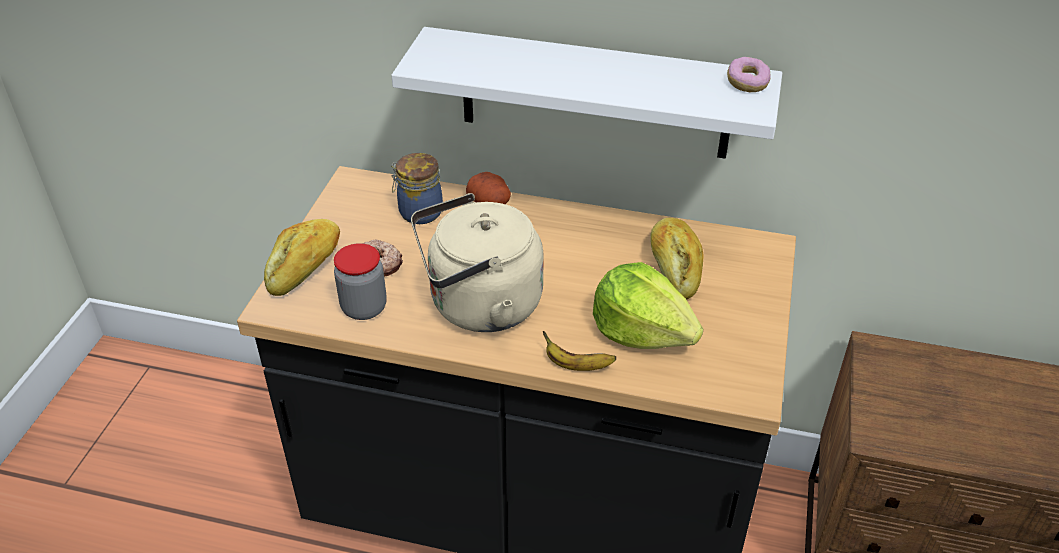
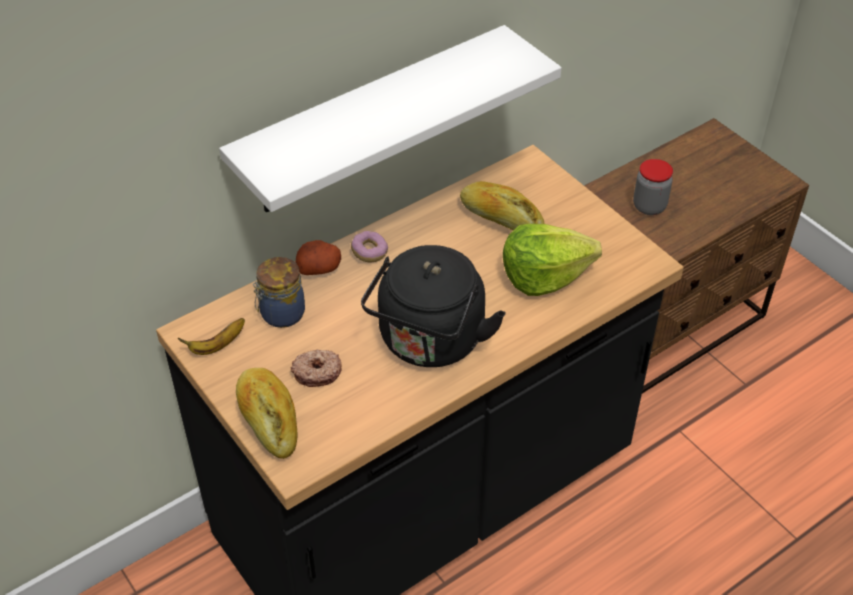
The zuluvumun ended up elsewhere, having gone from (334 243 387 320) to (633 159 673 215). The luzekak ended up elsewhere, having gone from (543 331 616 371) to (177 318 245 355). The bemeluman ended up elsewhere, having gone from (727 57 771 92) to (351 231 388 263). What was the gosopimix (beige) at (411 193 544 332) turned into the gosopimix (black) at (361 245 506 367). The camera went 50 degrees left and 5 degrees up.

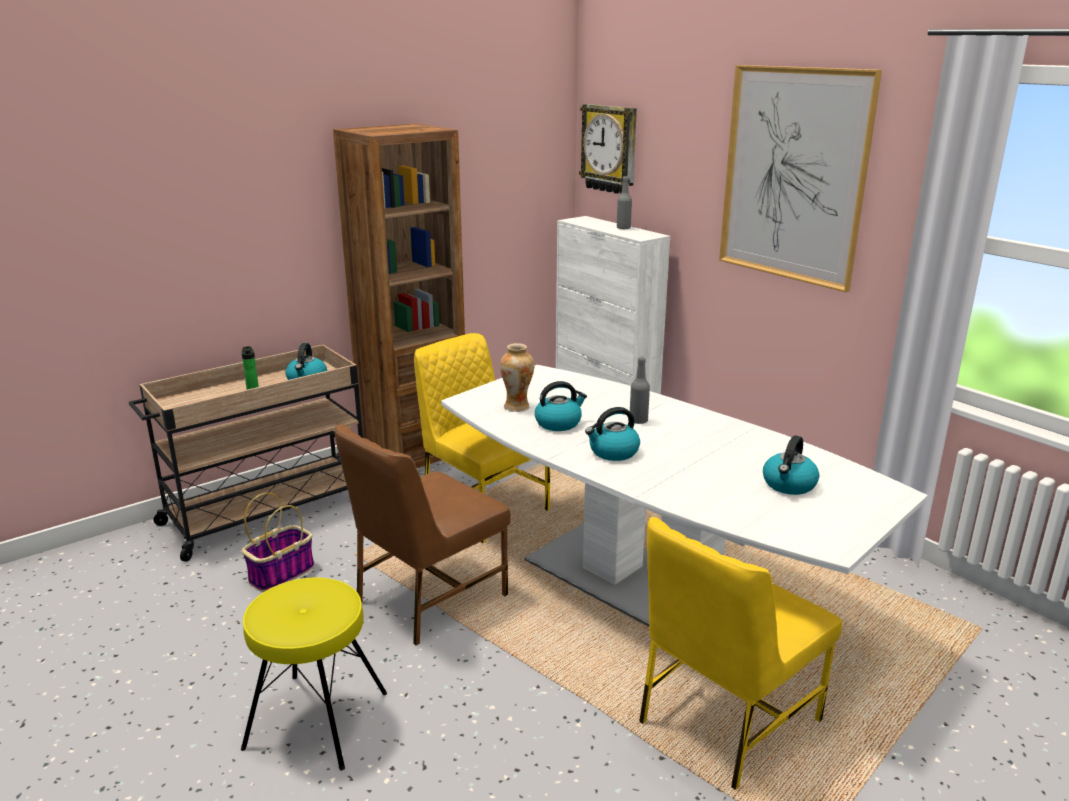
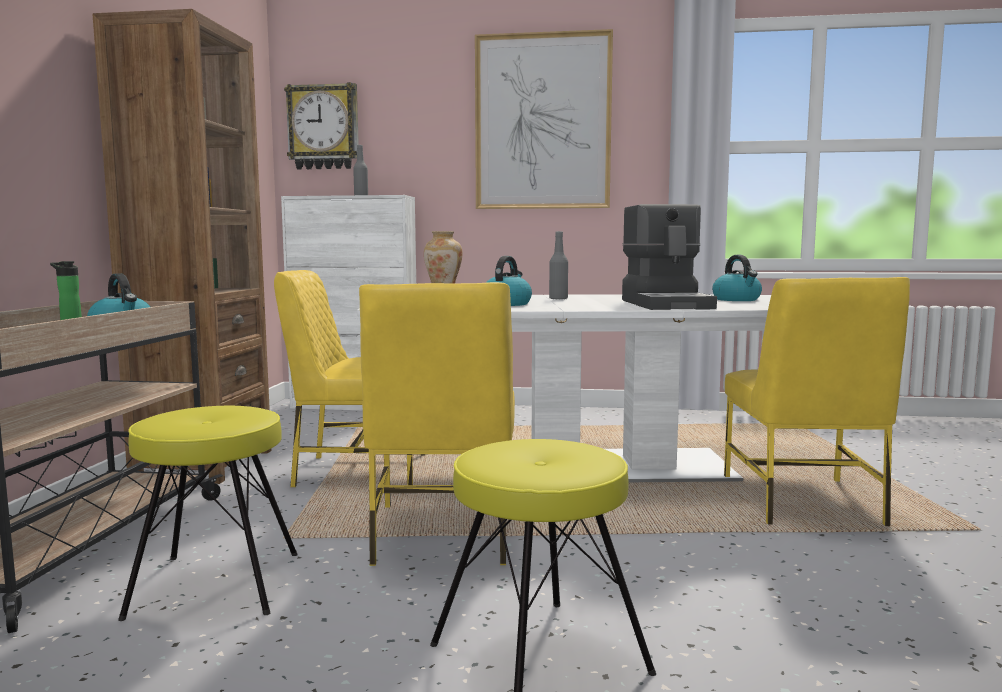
The second view lost the gosopimix at (585 407 640 461). The second view gained the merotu at (622 204 717 310). Where the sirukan stood at (242 493 314 592), the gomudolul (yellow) came to stand at (118 406 298 621). What was the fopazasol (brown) at (335 424 511 645) turned into the fopazasol (yellow) at (359 282 515 566). The camera went 45 degrees left and 15 degrees down.

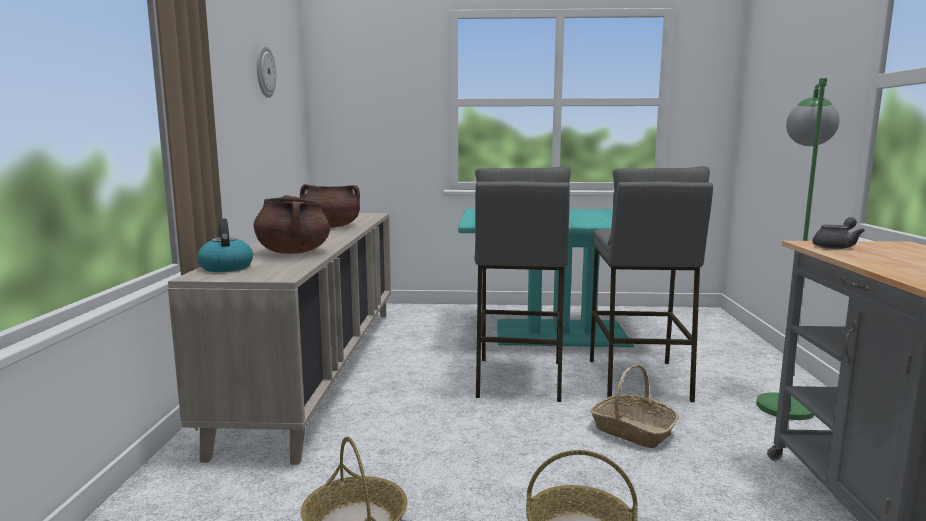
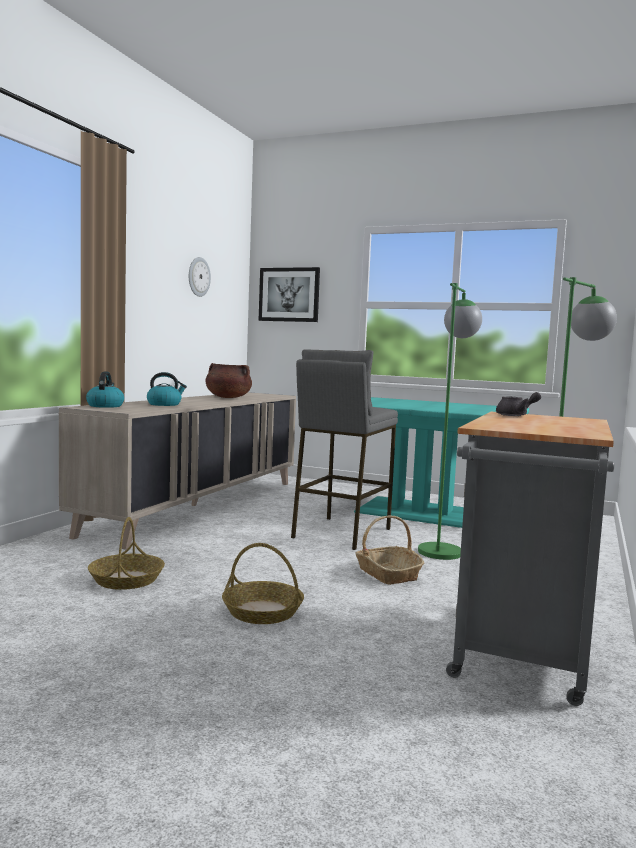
The second view gained the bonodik at (259 267 320 322). Where the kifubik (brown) stood at (253 195 330 254), the gosopimix came to stand at (147 372 187 406). Where the gomudolul (grey) stood at (590 166 713 402), the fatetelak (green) came to stand at (418 283 482 560). The camera went 20 degrees right and 5 degrees down.

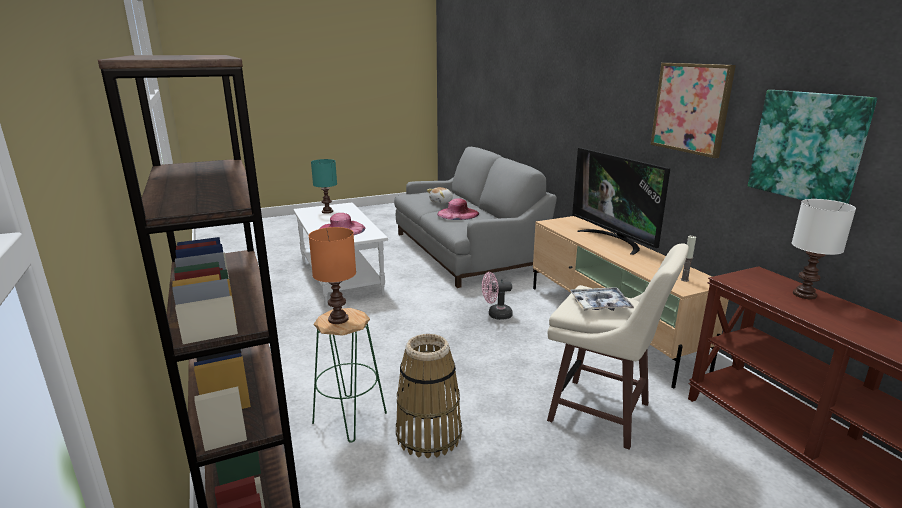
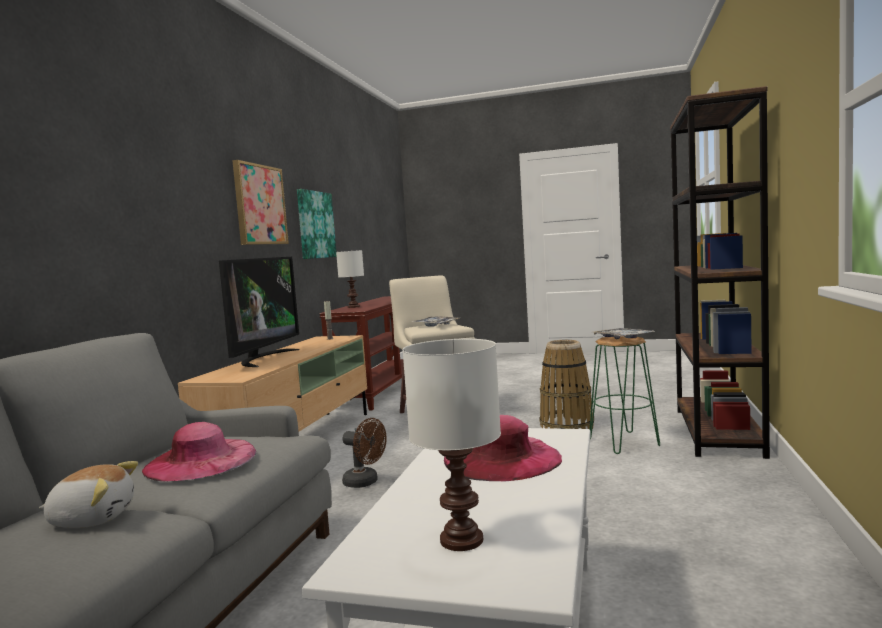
Where the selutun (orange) stood at (309 227 356 324), the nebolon came to stand at (594 328 656 339). What was the selutun (turquoise) at (311 159 337 214) turned into the selutun (white) at (402 339 501 551). What was the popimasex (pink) at (482 272 513 320) turned into the popimasex (brown) at (342 418 387 488). The camera went 140 degrees left and 15 degrees down.

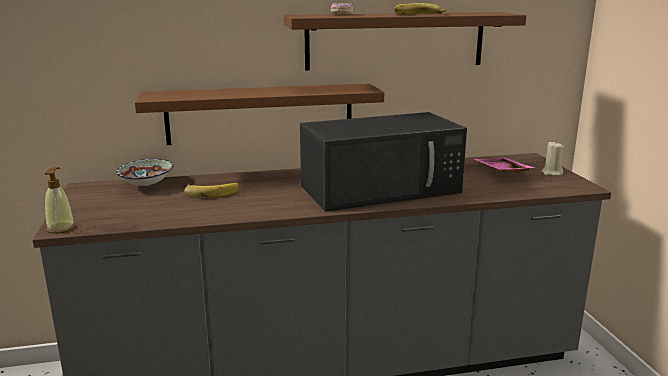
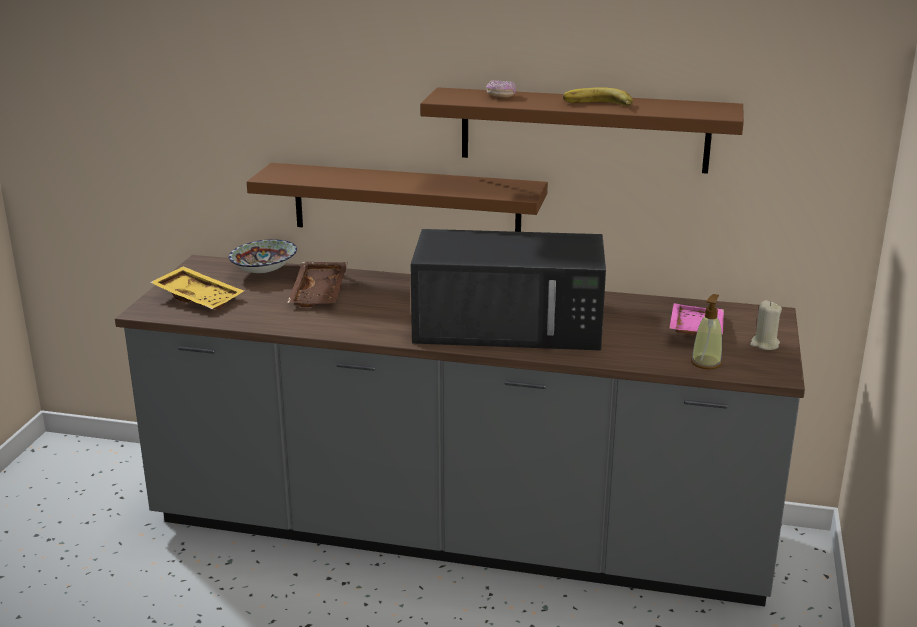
The second view gained the nebolon (yellow) at (150 266 244 310). The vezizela ended up elsewhere, having gone from (45 167 75 234) to (691 294 722 369). Where the luzekak stood at (184 183 239 198), the nebolon (brown) came to stand at (287 262 348 307). The camera went 25 degrees right and 5 degrees up.

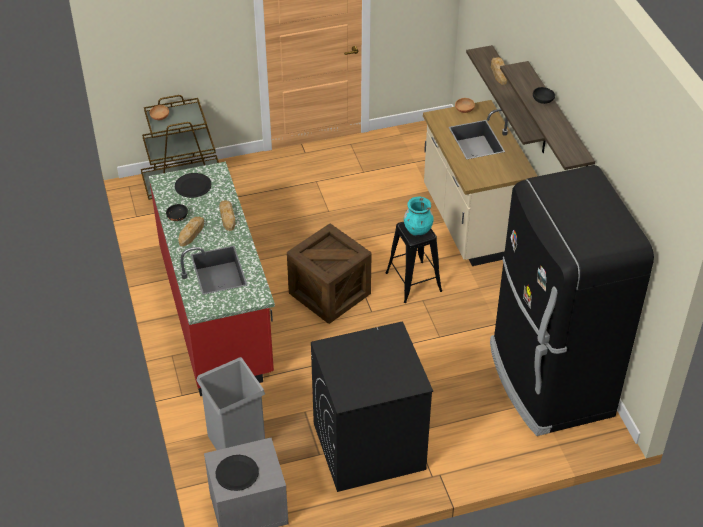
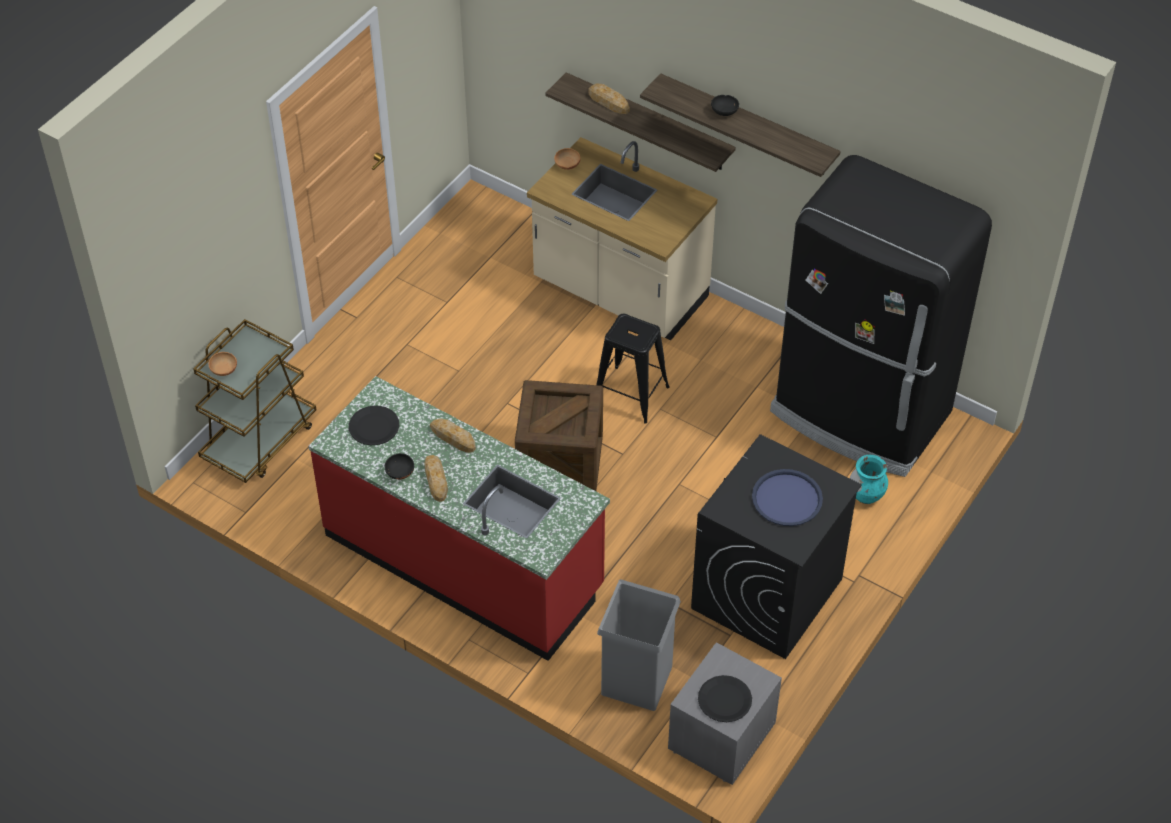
The second view gained the nebolon (blue) at (752 469 823 526). The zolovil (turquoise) ended up elsewhere, having gone from (404 197 434 237) to (850 455 888 504). The camera went 40 degrees left and 5 degrees up.

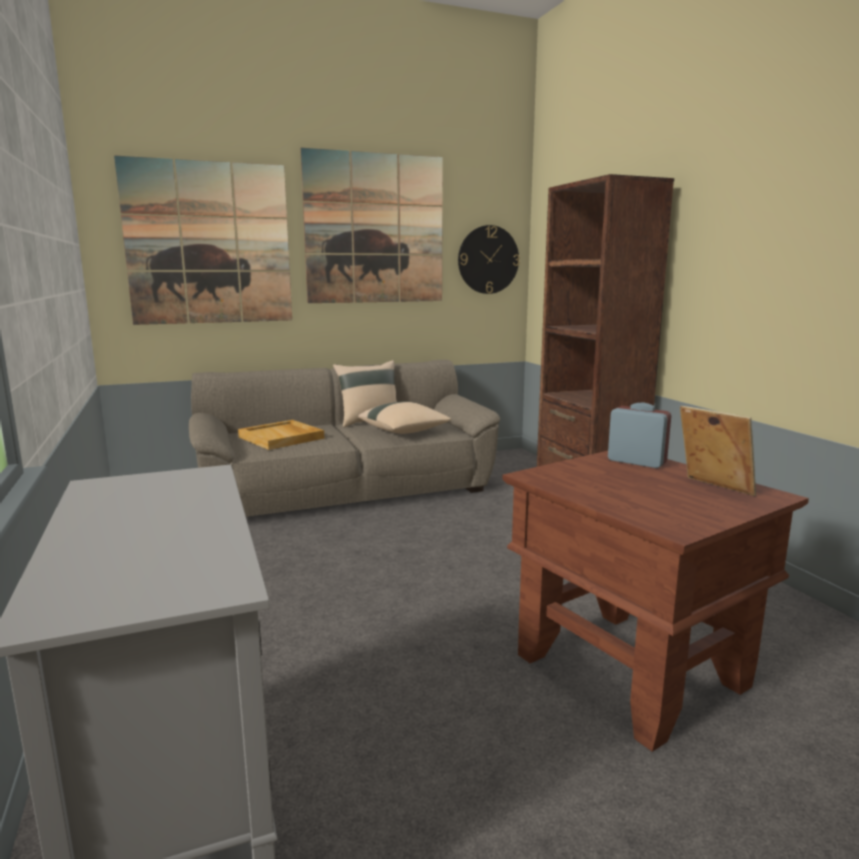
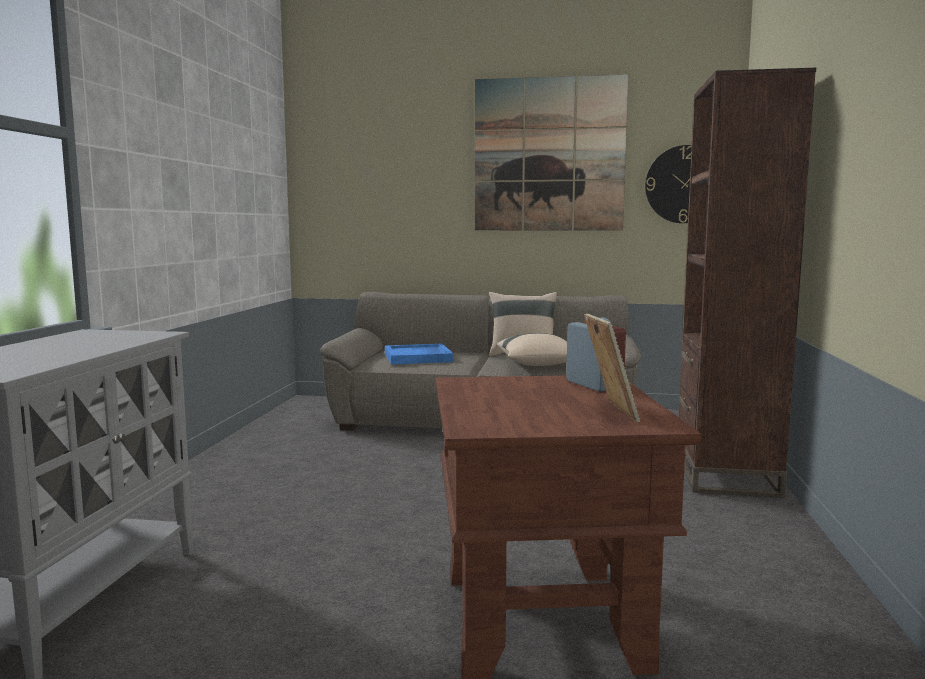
The second view lost the bonodik at (114 155 292 325). What was the nebolon (beige) at (238 420 325 450) turned into the nebolon (blue) at (385 344 454 365). The camera went 30 degrees right and 5 degrees down.

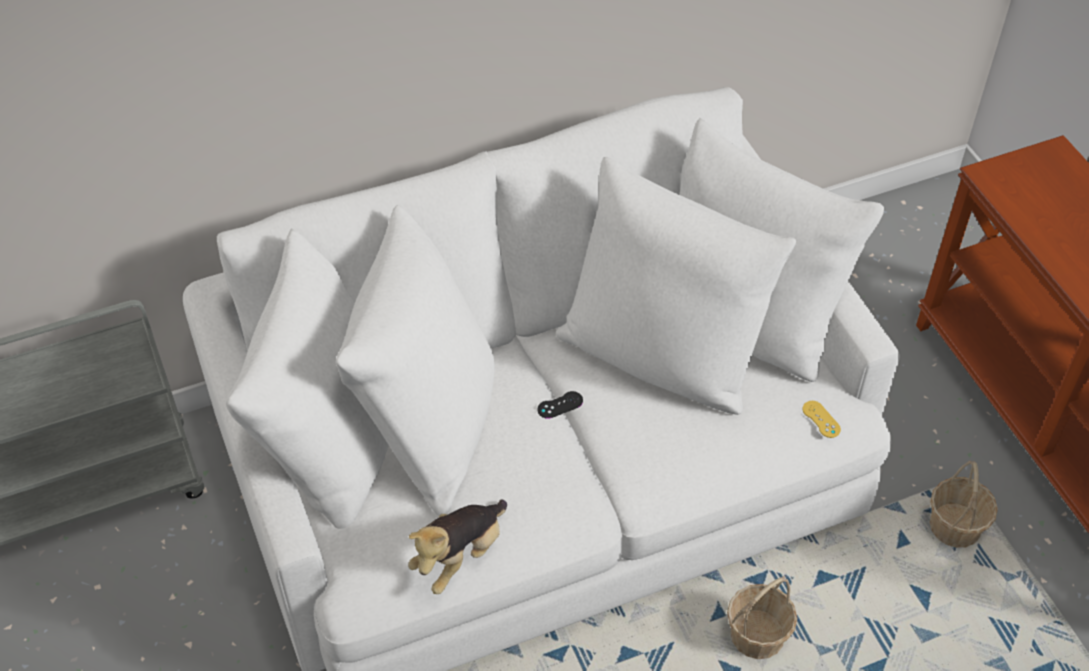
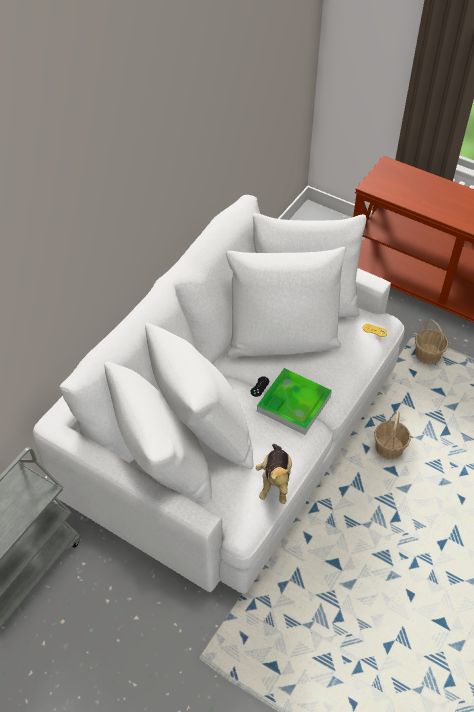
The second view gained the nebolon at (257 368 332 435). The camera went 35 degrees left and 0 degrees up.

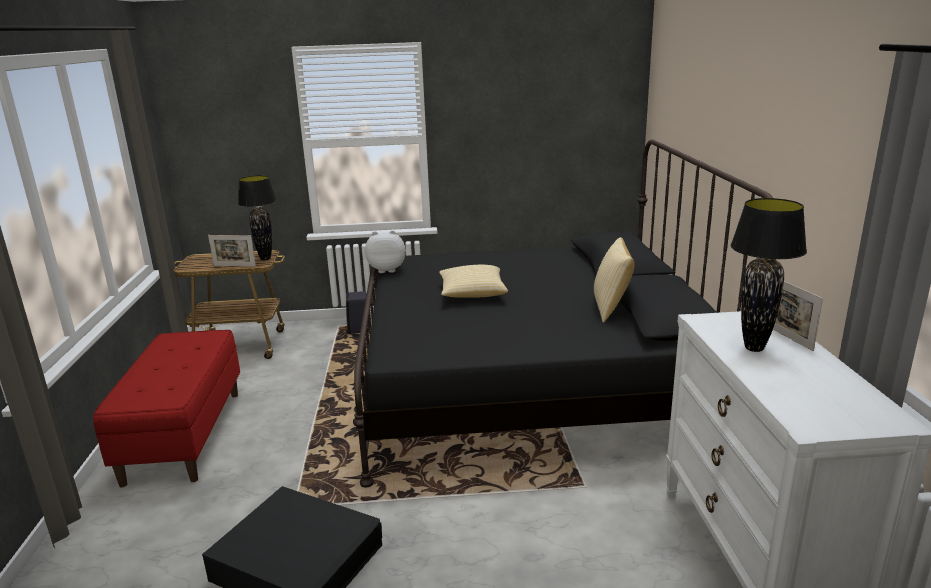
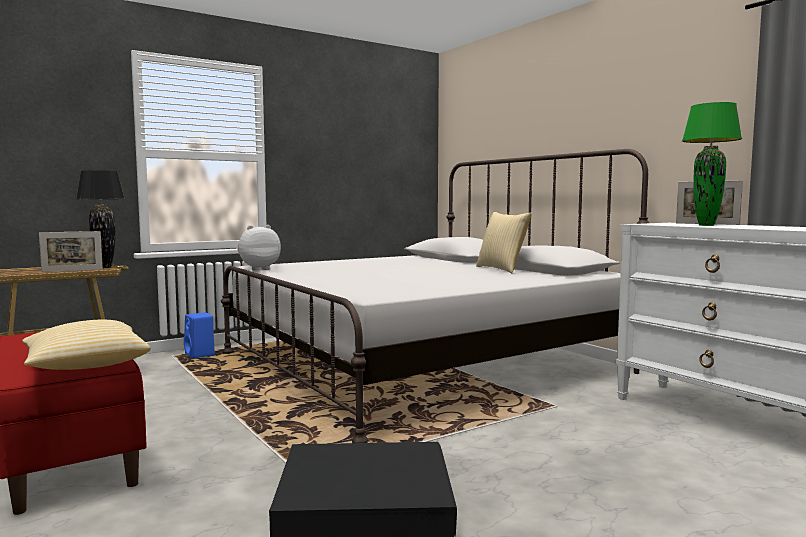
The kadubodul ended up elsewhere, having gone from (439 265 508 298) to (22 320 151 370). What was the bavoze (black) at (346 291 369 334) turned into the bavoze (blue) at (184 312 215 359). What was the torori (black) at (353 139 773 488) turned into the torori (white) at (221 149 649 443). What was the selutun (black) at (731 198 807 352) turned into the selutun (green) at (682 102 742 226). The camera went 30 degrees left and 15 degrees down.

